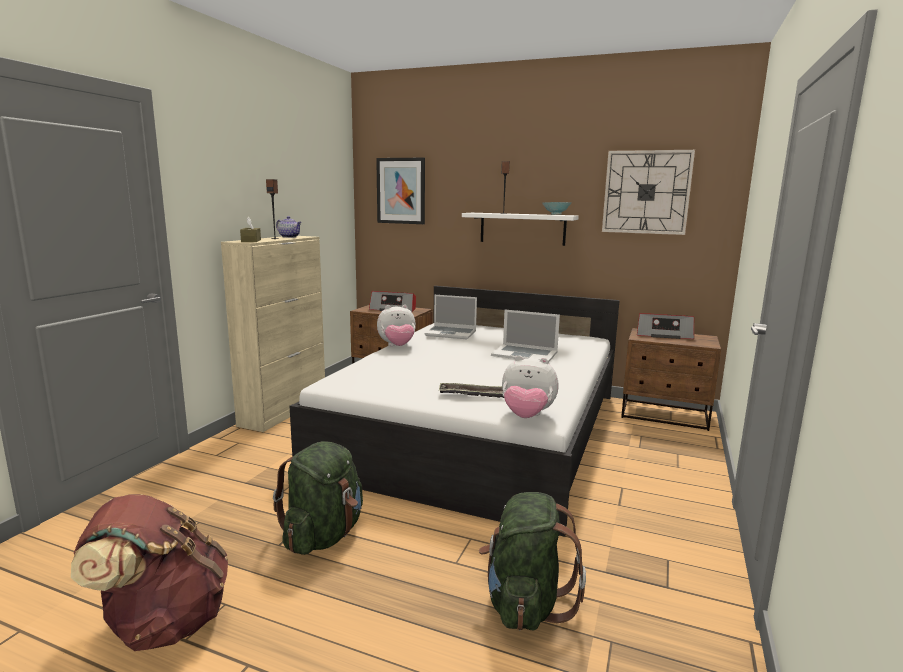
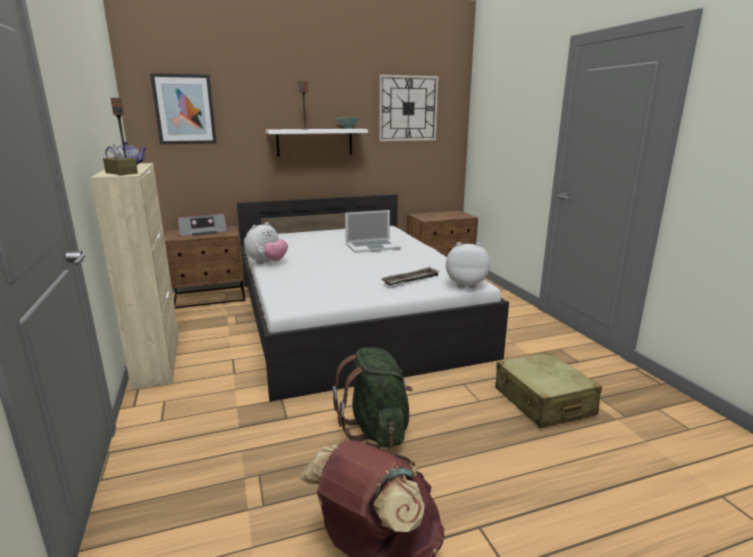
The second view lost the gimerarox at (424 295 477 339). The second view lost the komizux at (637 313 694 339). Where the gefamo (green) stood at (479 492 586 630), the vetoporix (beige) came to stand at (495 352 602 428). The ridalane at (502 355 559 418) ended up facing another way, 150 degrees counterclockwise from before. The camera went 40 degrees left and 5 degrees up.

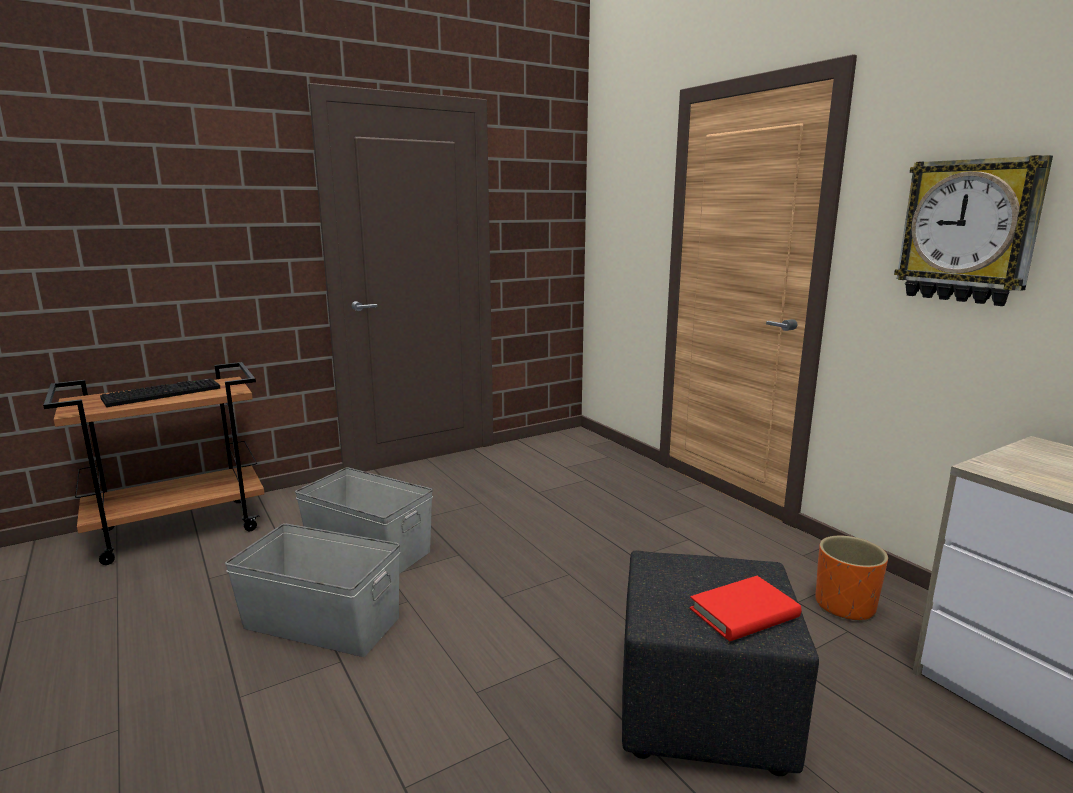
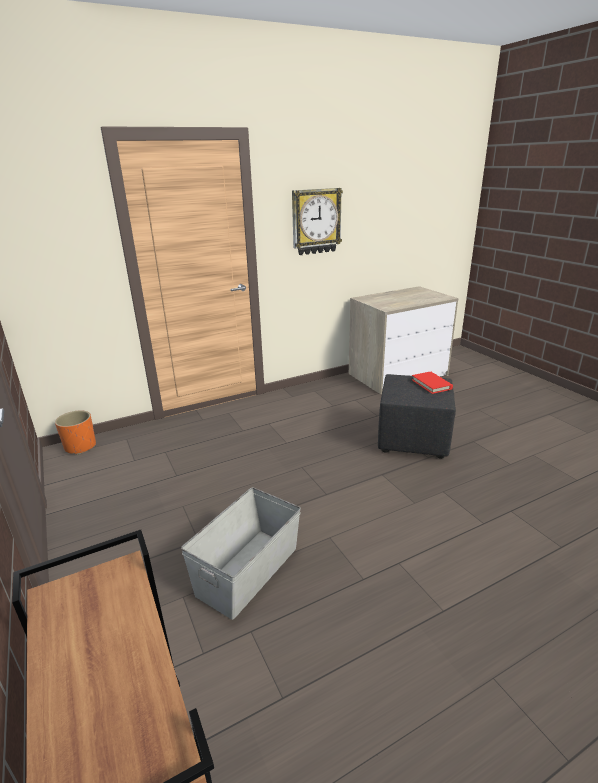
The second view lost the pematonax at (100 378 220 407). The second view lost the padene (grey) at (225 524 400 657). The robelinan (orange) ended up elsewhere, having gone from (815 536 888 621) to (55 410 96 455). The camera went 85 degrees left and 10 degrees up.

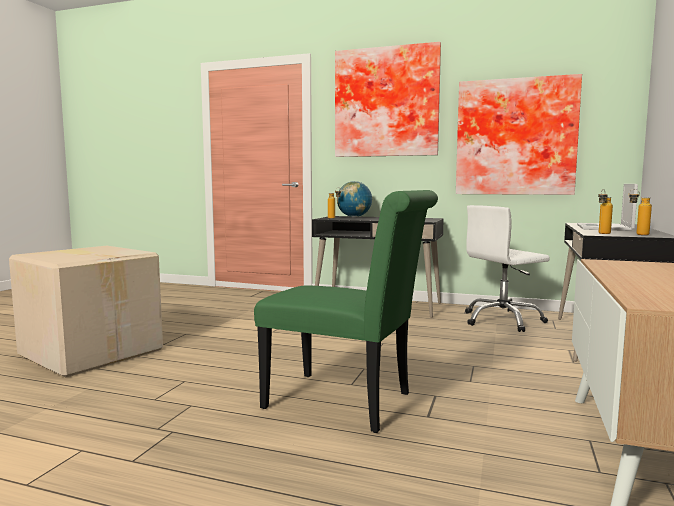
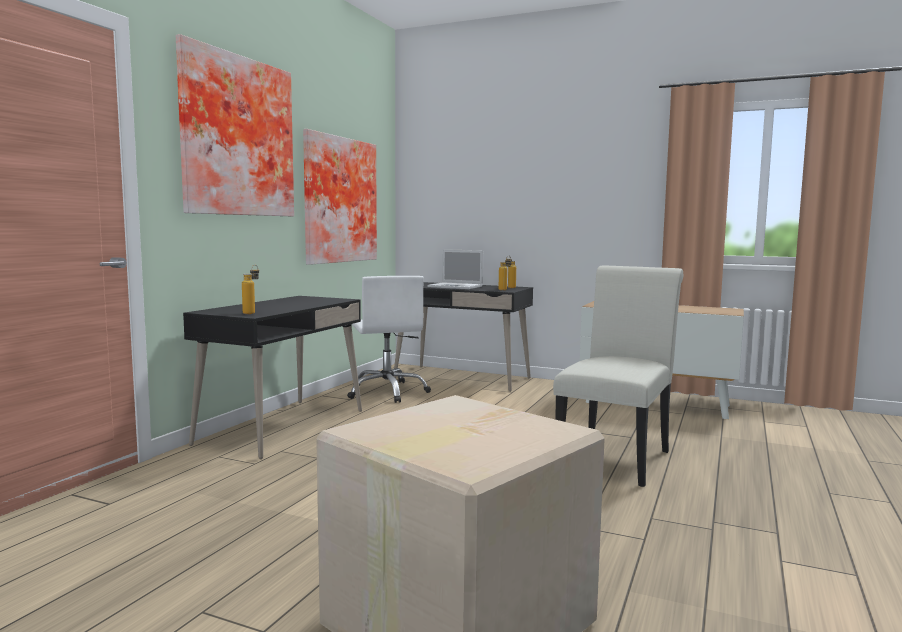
The second view lost the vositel at (337 181 372 217). What was the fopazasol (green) at (254 190 438 433) turned into the fopazasol (white) at (553 265 683 487). The camera went 85 degrees left and 0 degrees up.

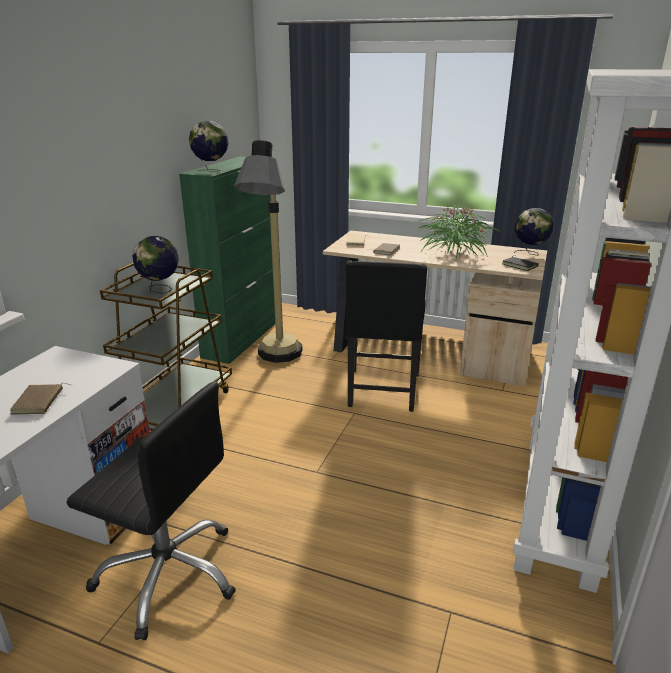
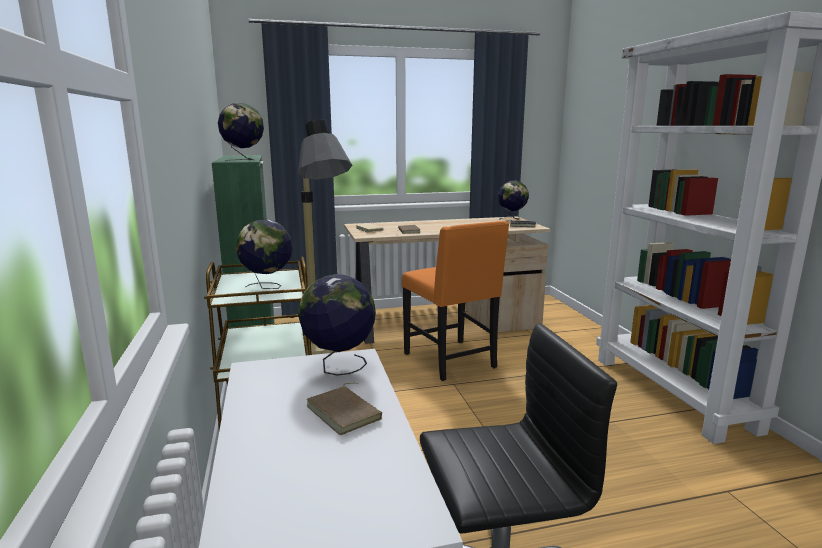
The second view lost the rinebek at (418 205 501 259). The second view gained the vositel at (298 274 376 376). What was the fopazasol (black) at (346 261 427 412) turned into the fopazasol (orange) at (402 221 509 381). The camera went 35 degrees left and 10 degrees down.

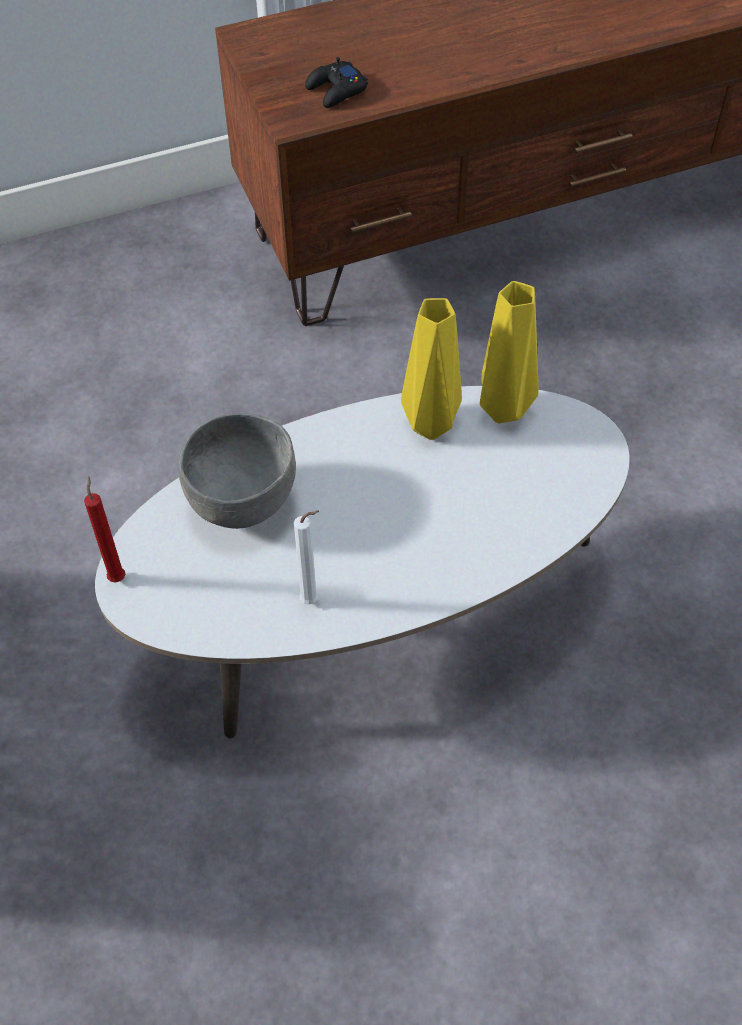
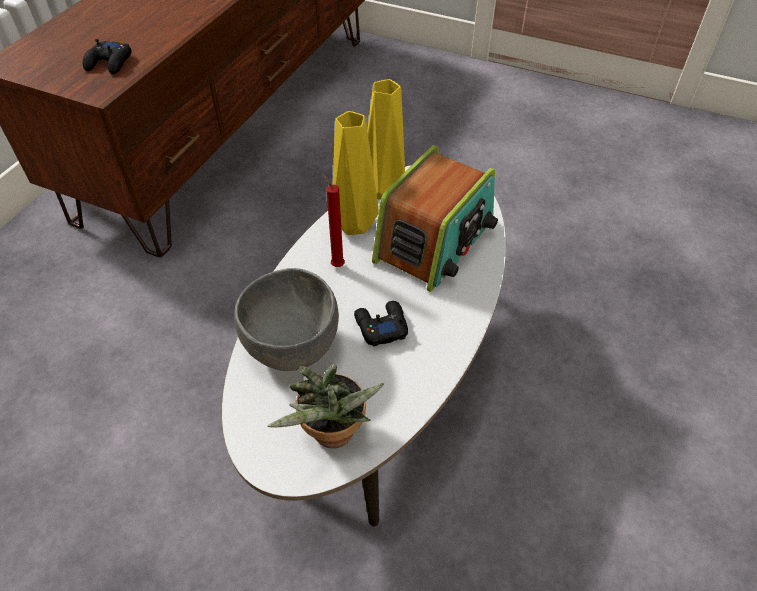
The second view lost the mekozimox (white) at (294 511 319 605). The second view gained the rinebek at (268 364 384 448). The second view gained the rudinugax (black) at (354 301 408 346). The second view gained the komizux at (372 145 498 292). The mekozimox (red) ended up elsewhere, having gone from (84 476 125 583) to (322 173 345 267). The camera went 45 degrees left and 5 degrees down.

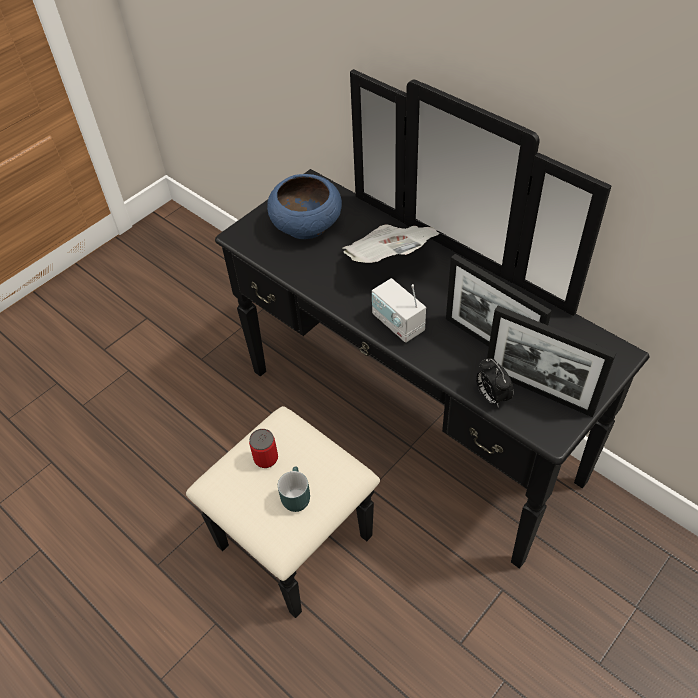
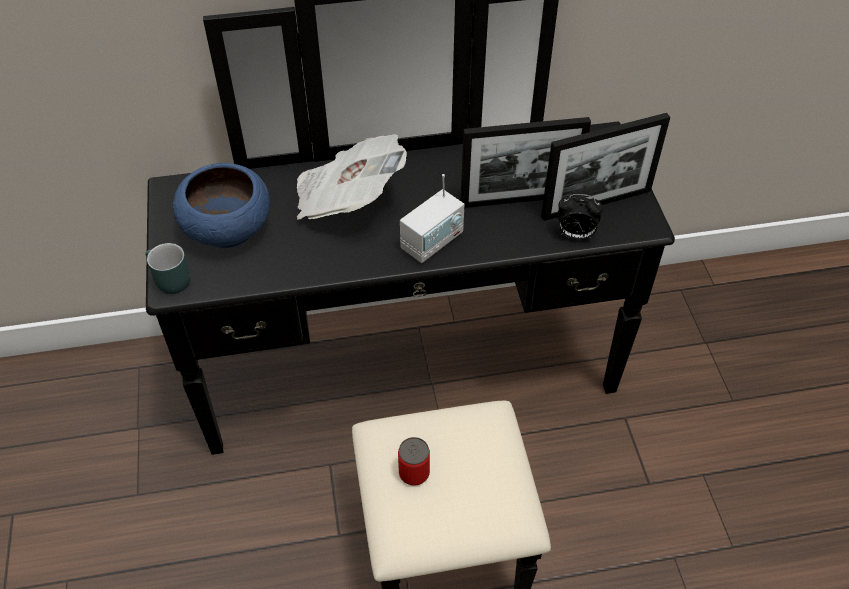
The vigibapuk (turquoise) ended up elsewhere, having gone from (278 467 310 512) to (146 243 190 294). The komizux at (372 278 426 343) ended up facing another way, 45 degrees counterclockwise from before. The camera went 55 degrees left and 0 degrees up.

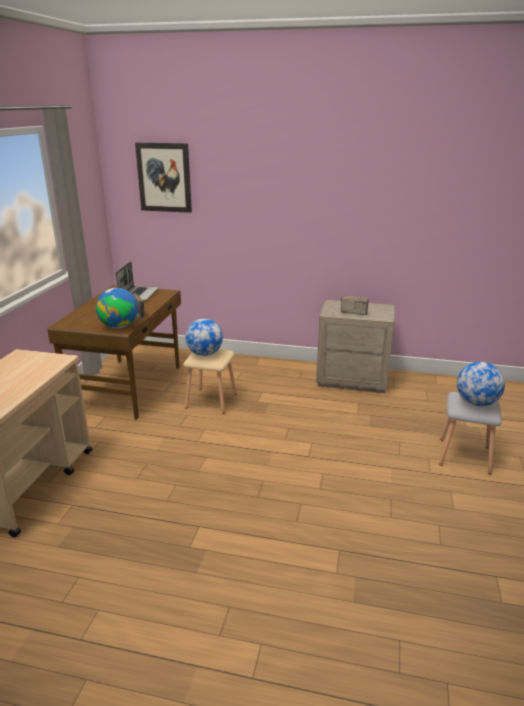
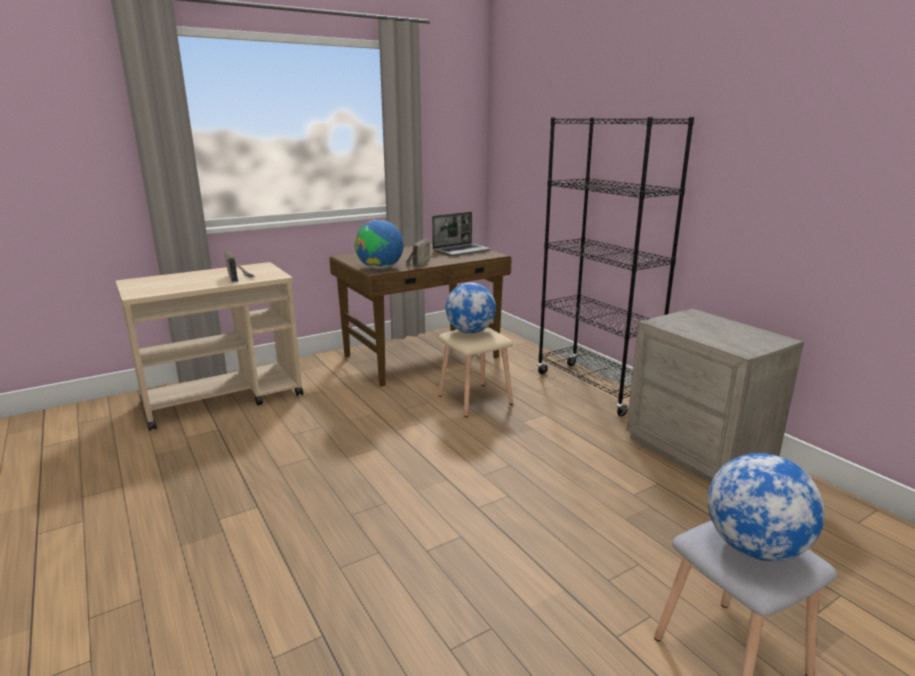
The second view lost the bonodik at (135 143 192 213). The second view gained the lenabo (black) at (537 117 694 416). The komizux ended up elsewhere, having gone from (341 295 368 315) to (224 250 256 282). The camera went 45 degrees right and 5 degrees down.

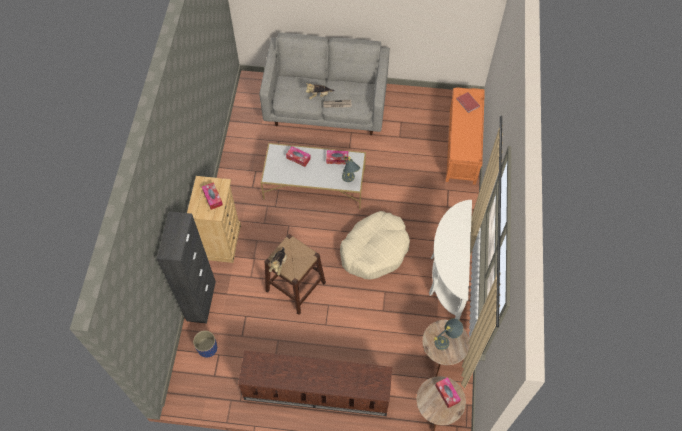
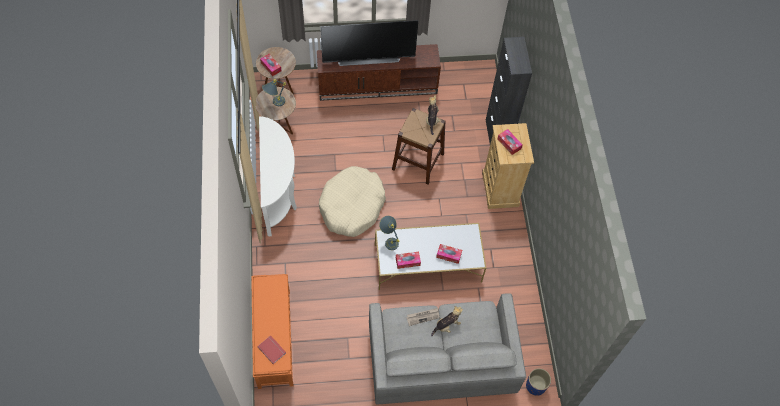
The second view gained the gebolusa at (320 20 418 66). The robelinan (blue) ended up elsewhere, having gone from (193 330 217 358) to (526 368 551 396). The camera went 165 degrees right and 0 degrees up.

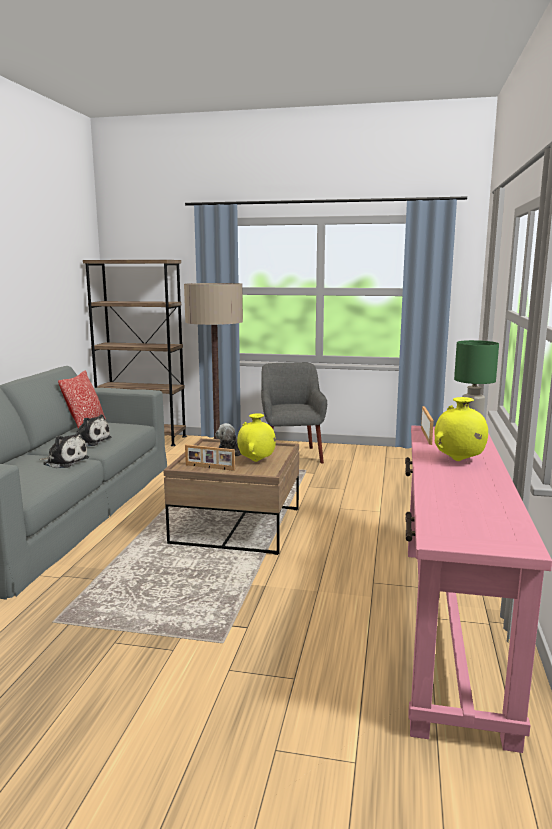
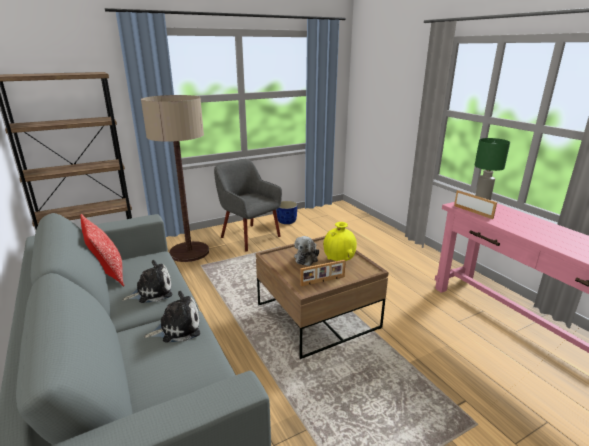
The second view lost the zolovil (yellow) at (434 397 488 461). The second view gained the robelinan (blue) at (276 201 297 224). The camera went 40 degrees left and 10 degrees up.

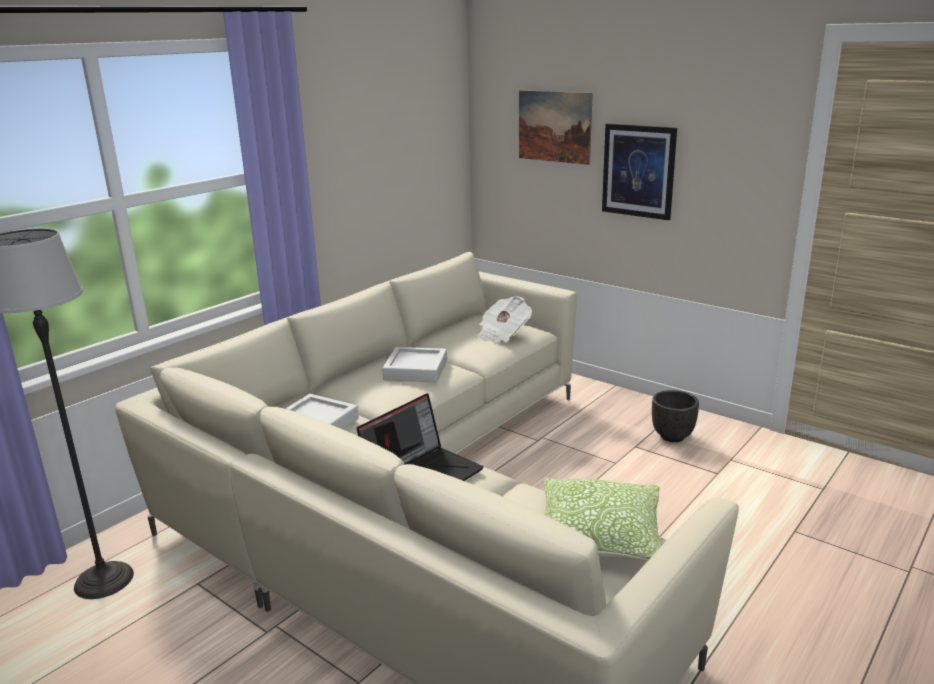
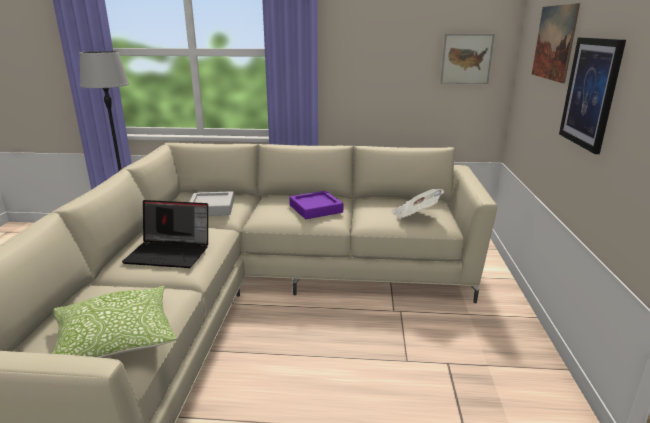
The second view lost the robelinan (black) at (652 390 699 442). The second view gained the bonodik at (440 34 495 84). What was the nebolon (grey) at (382 347 447 382) turned into the nebolon (purple) at (289 191 343 219). The camera went 55 degrees right and 0 degrees up.

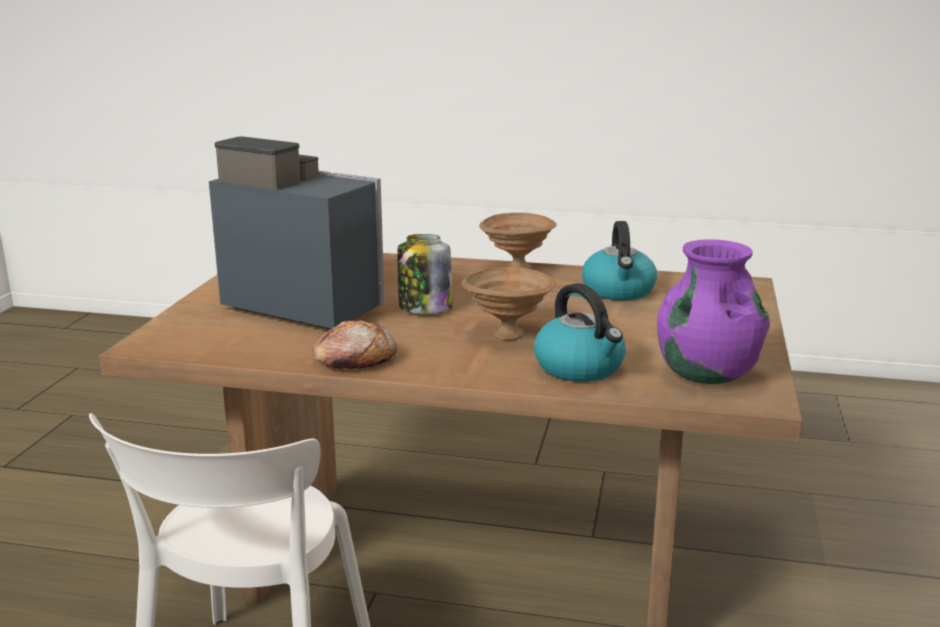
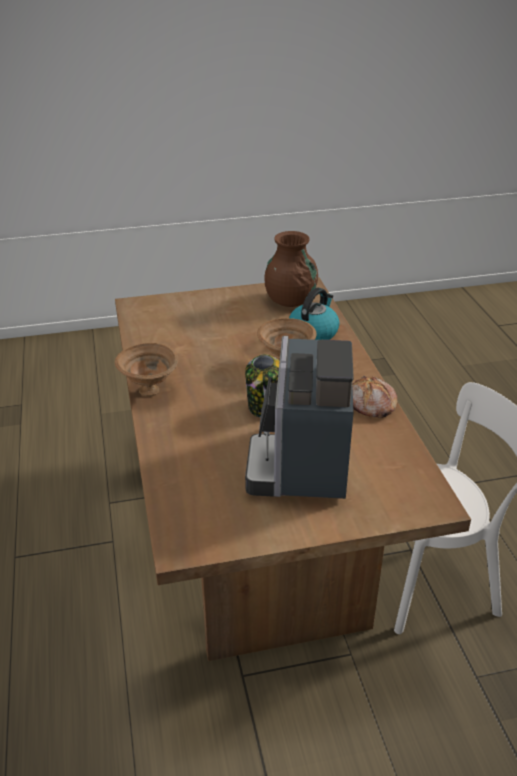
The second view lost the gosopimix at (582 221 657 300). What was the zolovil (purple) at (657 239 770 384) turned into the zolovil (brown) at (265 231 318 307). The camera went 115 degrees left and 15 degrees up.

